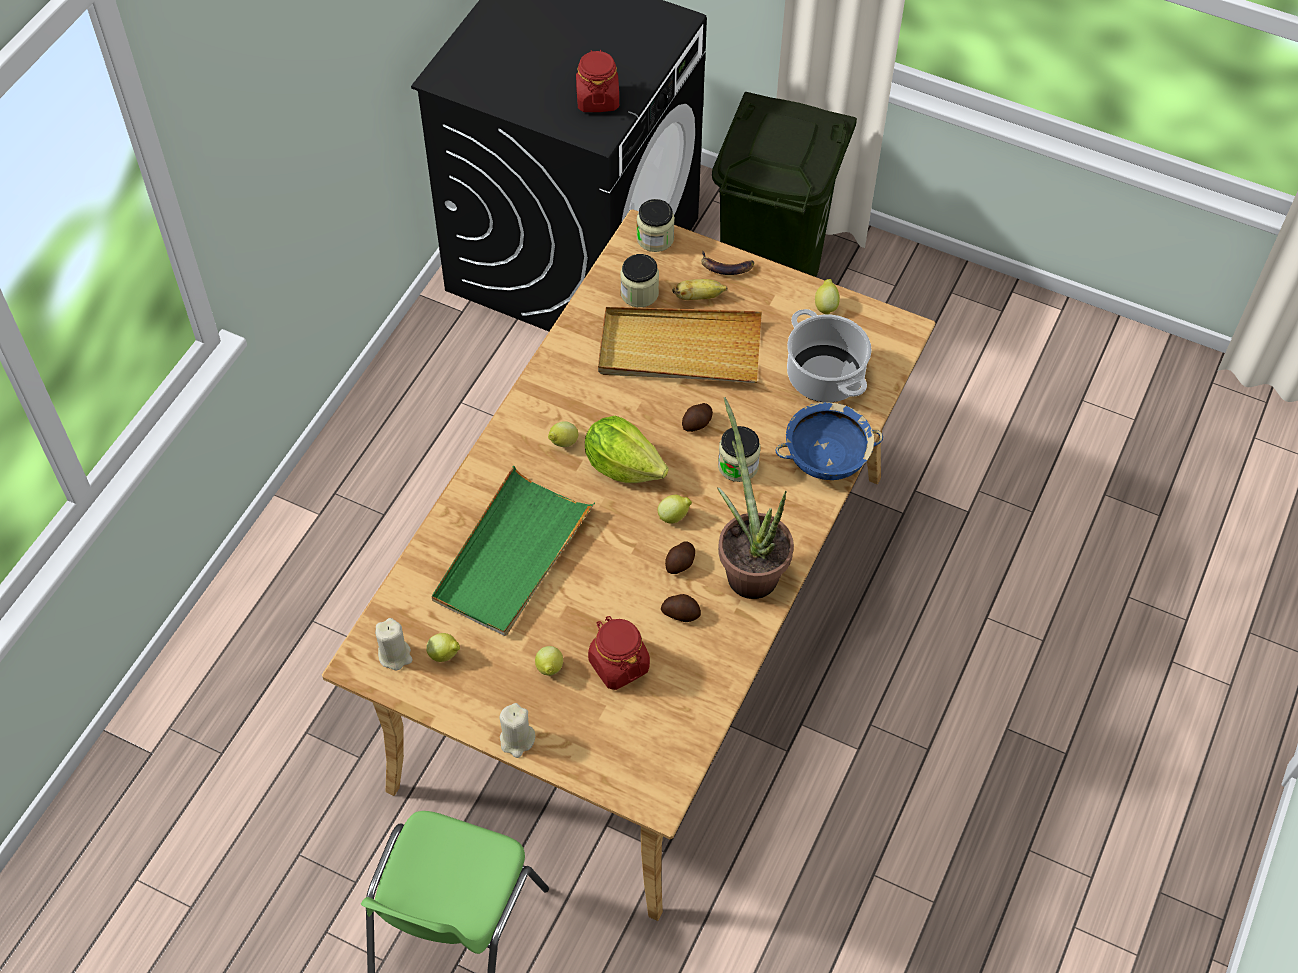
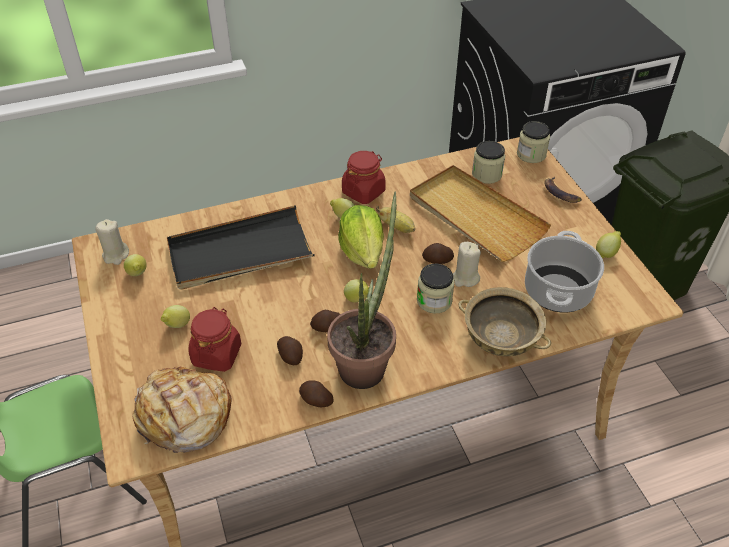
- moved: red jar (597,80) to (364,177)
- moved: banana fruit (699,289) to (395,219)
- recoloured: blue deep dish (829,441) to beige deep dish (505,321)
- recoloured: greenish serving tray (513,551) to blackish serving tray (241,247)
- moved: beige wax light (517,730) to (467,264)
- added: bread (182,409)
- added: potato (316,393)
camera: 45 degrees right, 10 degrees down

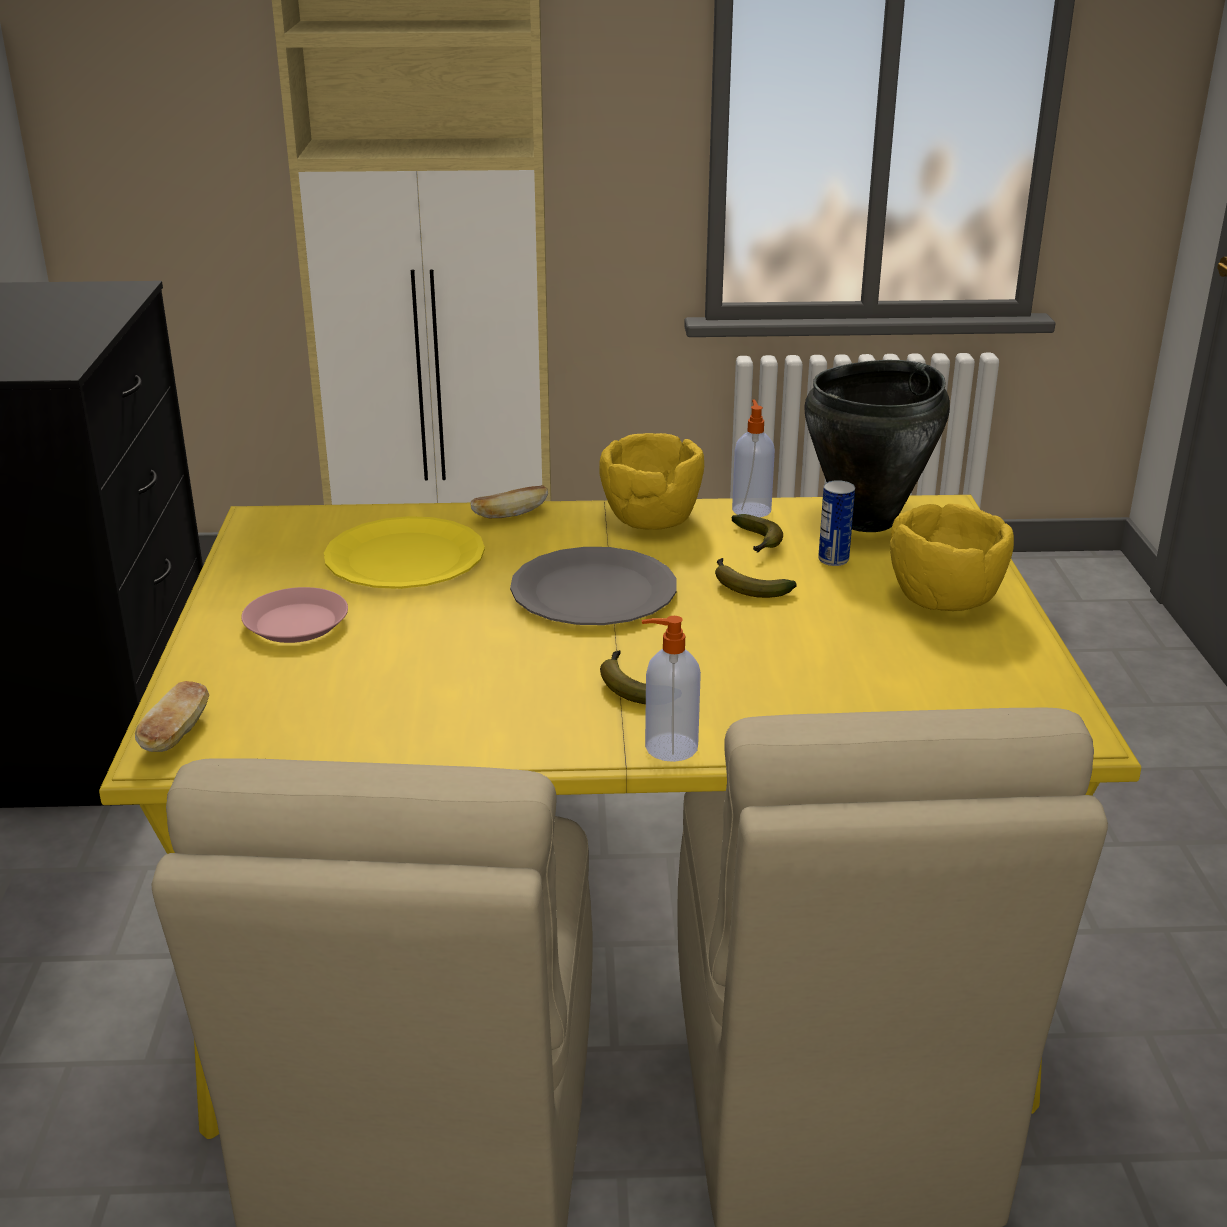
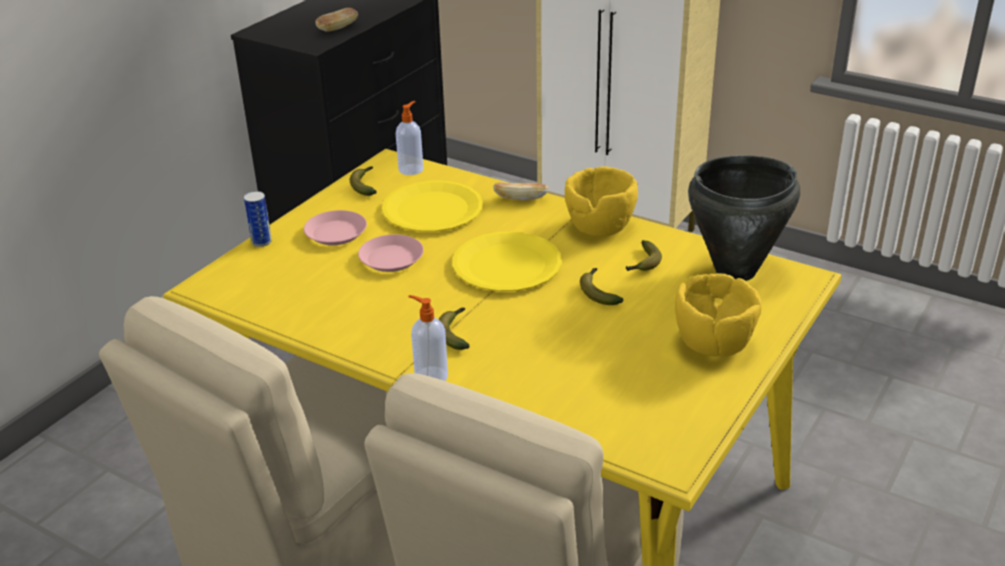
- moved: liquid soap bottle (753,458) to (409,138)
- moved: sealed can (836,523) to (258,219)
- recoloured: greyish dinner plate (593,586) to yellowish dinner plate (507,262)
- moved: bread (172,716) to (337,20)
- added: banana fruit (363,181)
- added: pink dinner plate (391,253)
camera: 35 degrees right, 5 degrees up

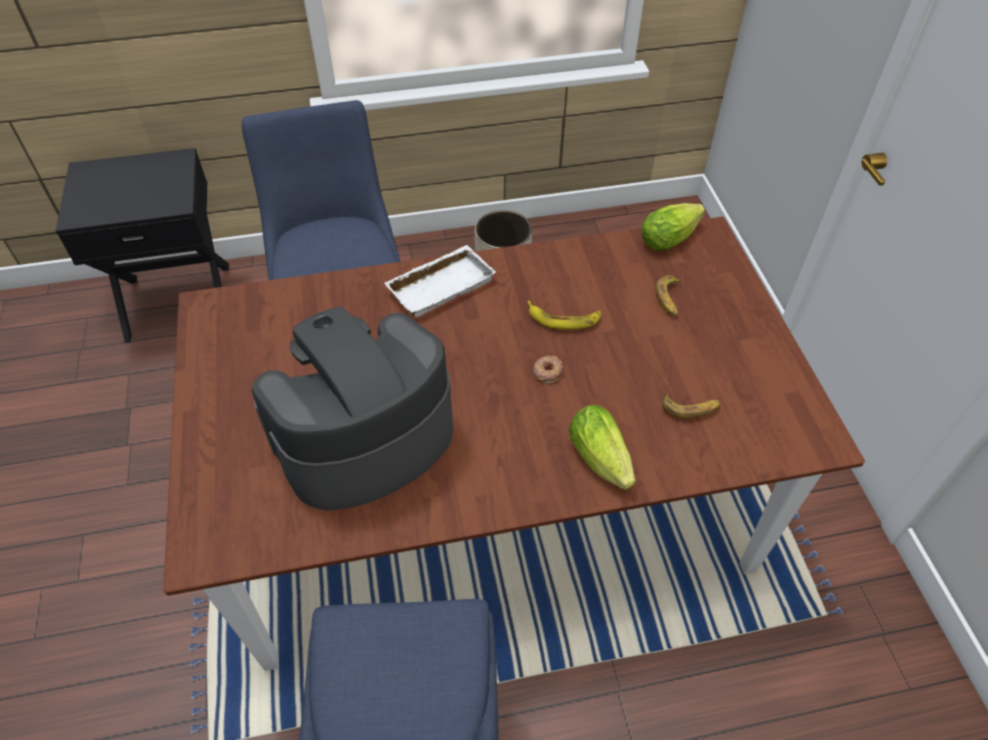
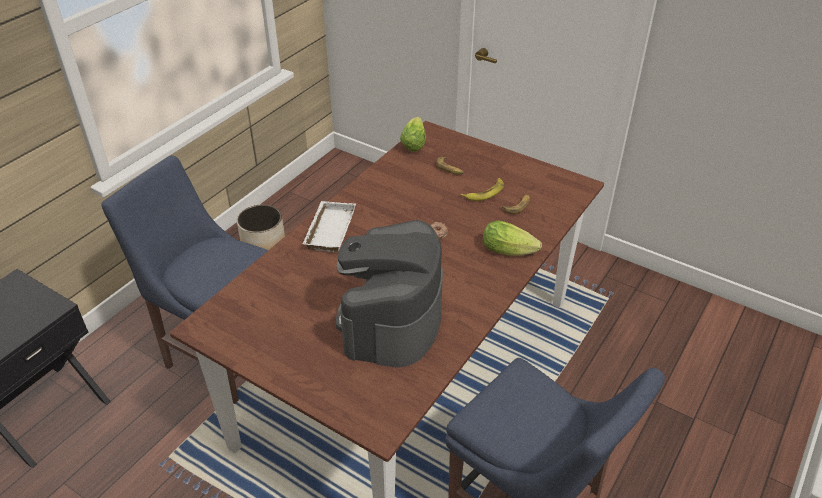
- moved: banana fruit (564,315) to (482,189)
camera: 45 degrees left, 10 degrees down

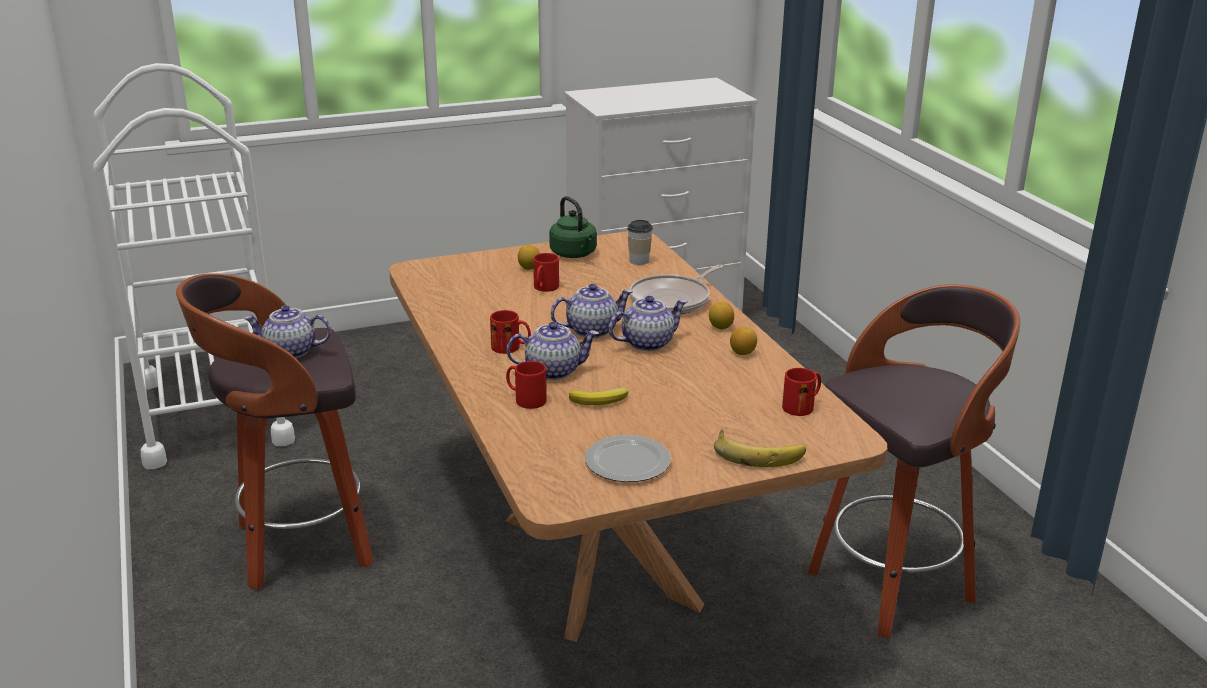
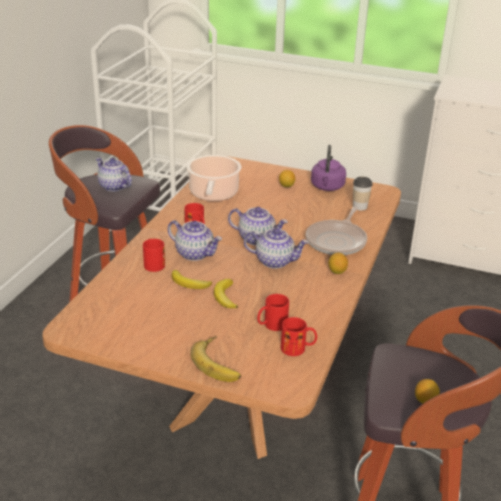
- recoloured: greenish kettle (573,227) to purple kettle (328,168)
- moved: red coffee mug (546,272) to (273,312)
- turned: pan (676,289) = (336,230) 60 degrees counterclockwise
- moved: lemon (743,340) to (427,391)
- removed: dinner plate (628,458)
- added: saucepot (214,178)
- added: banana fruit (226,293)
camera: 40 degrees right, 5 degrees up

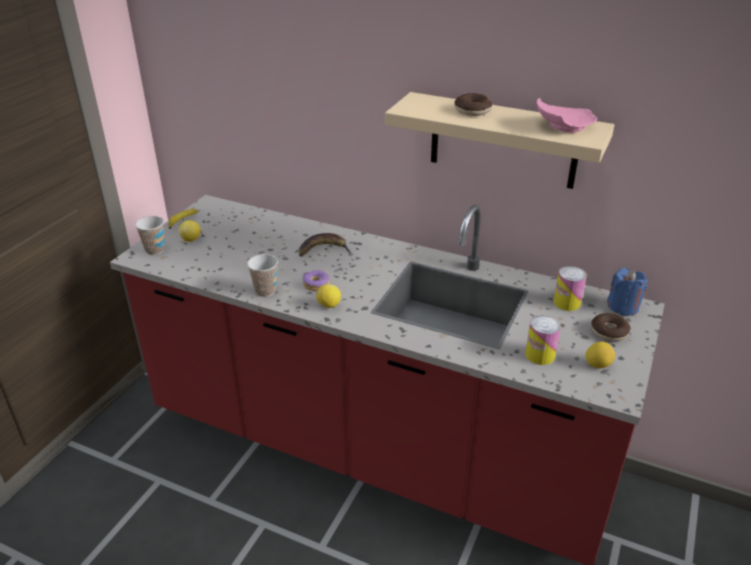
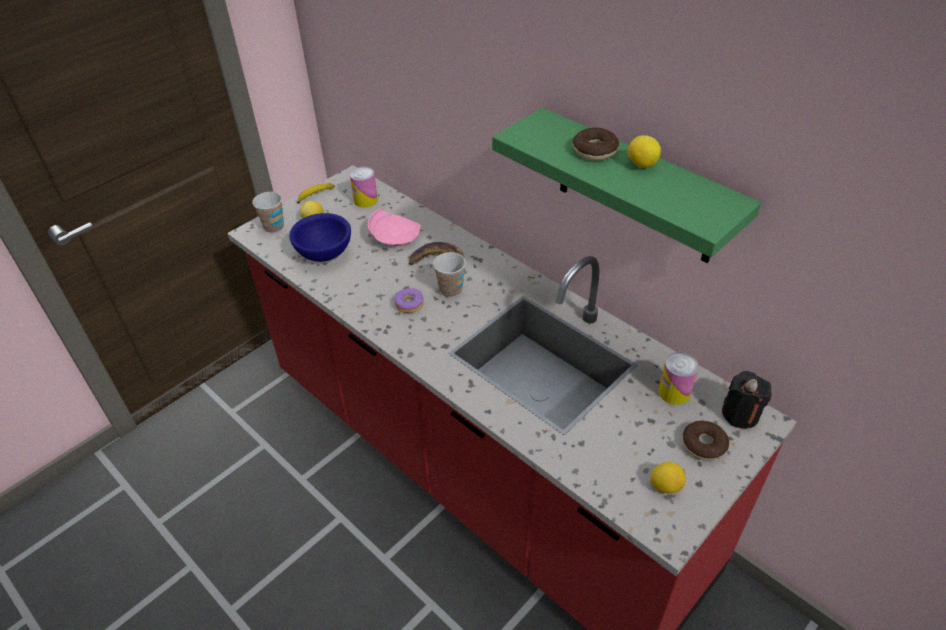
- recoloured: beige bracket shelf (499,140) to greenish bracket shelf (626,185)
- moved: pink dinner plate (566,115) to (394,227)
- moved: cup (262,275) to (449,274)
- recoloured: blue wax light (627,292) to blackish wax light (746,400)
- moved: lemon (328,296) to (644,151)
- moved: sealed can (543,340) to (364,187)
- added: blue deep dish (320,237)
camera: 20 degrees right, 10 degrees up

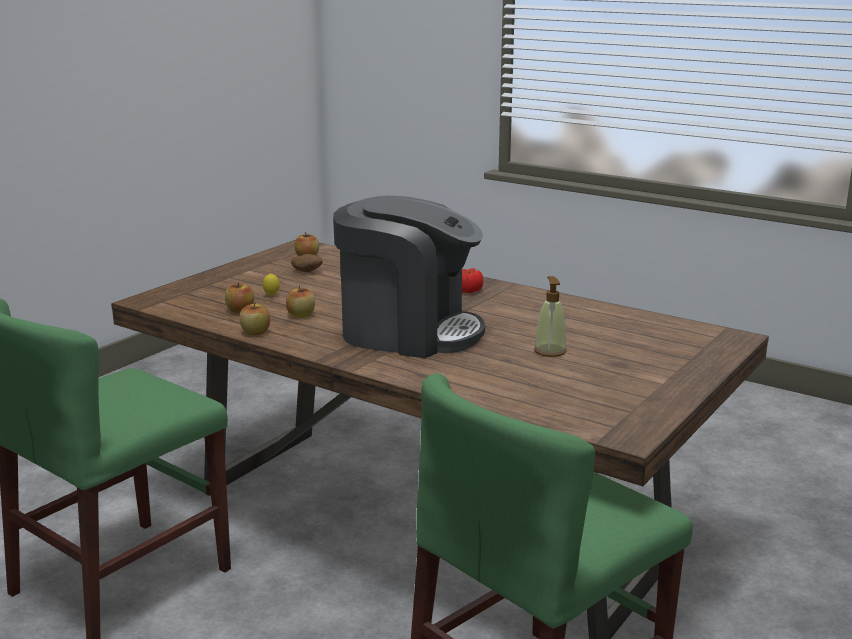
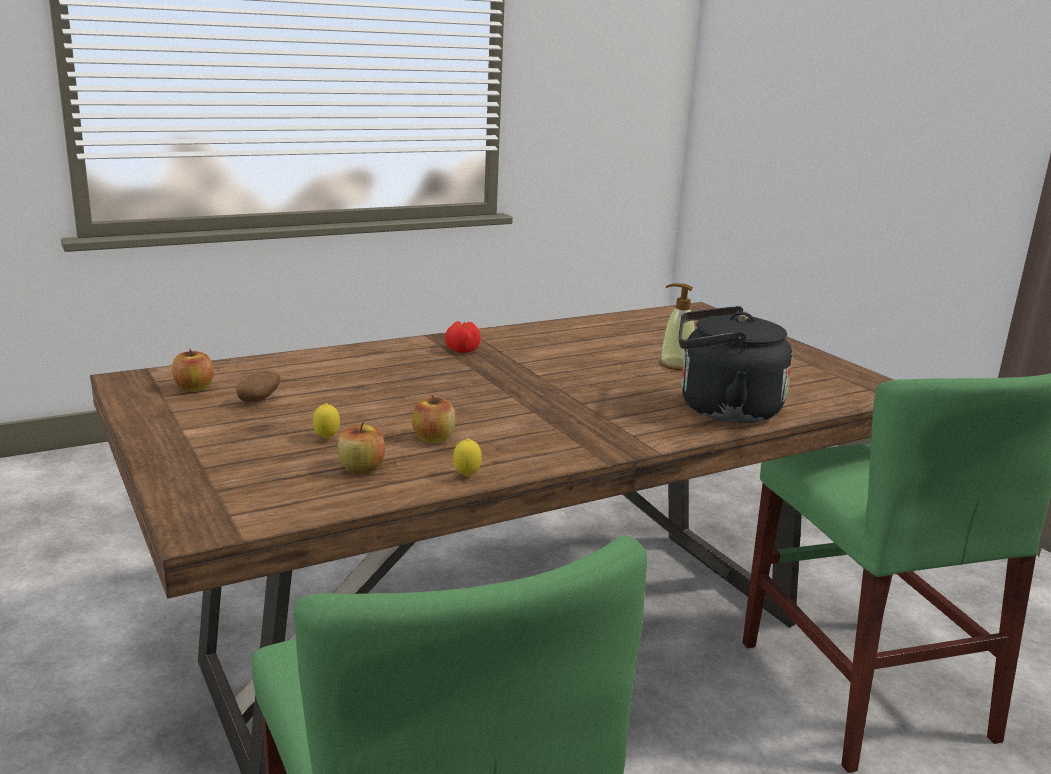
- removed: coffee machine (409,277)
- replaced: apple fruit (255,318) to lemon (467,457)
- added: blackish kettle (736,364)
camera: 65 degrees left, 0 degrees up

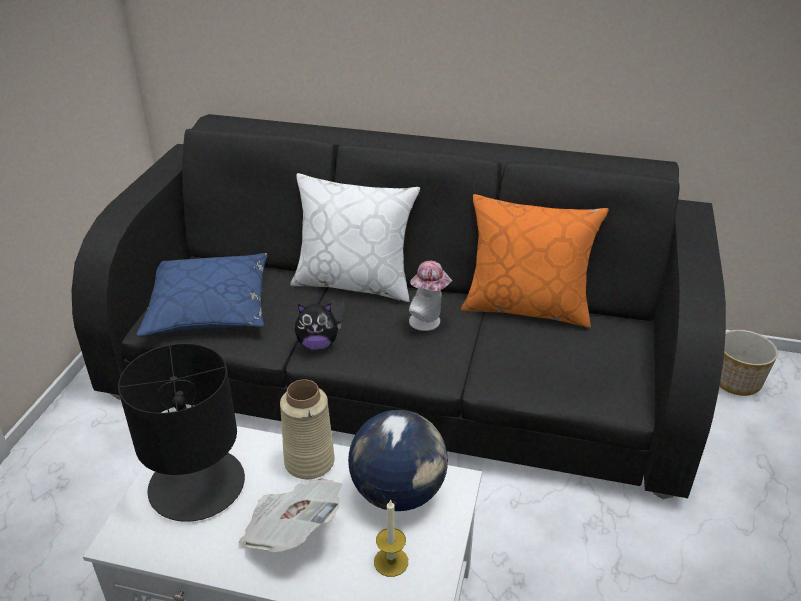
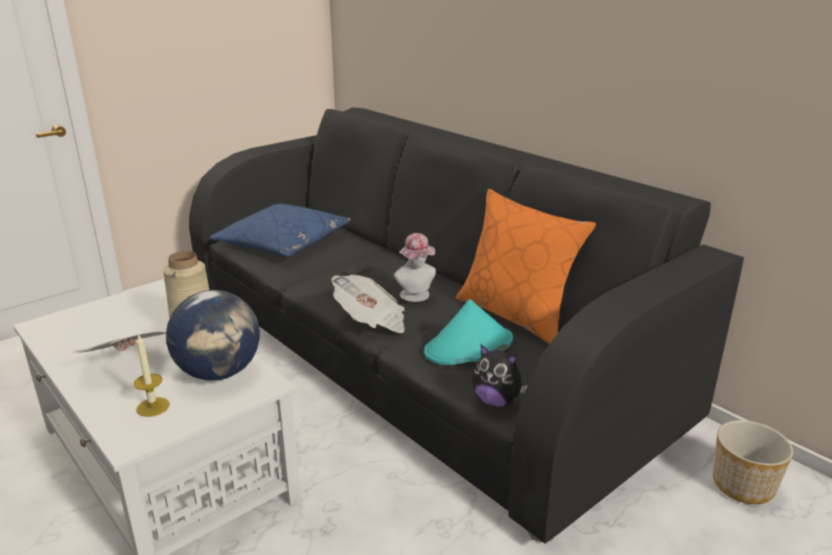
- removed: white pillow (355,237)
- moved: plush toy (318,326) to (499,376)
- removed: blackish tabletop lamp (181,432)
- added: newspaper (368,304)
- added: turquoise wearable hat (468,332)
camera: 35 degrees right, 10 degrees down

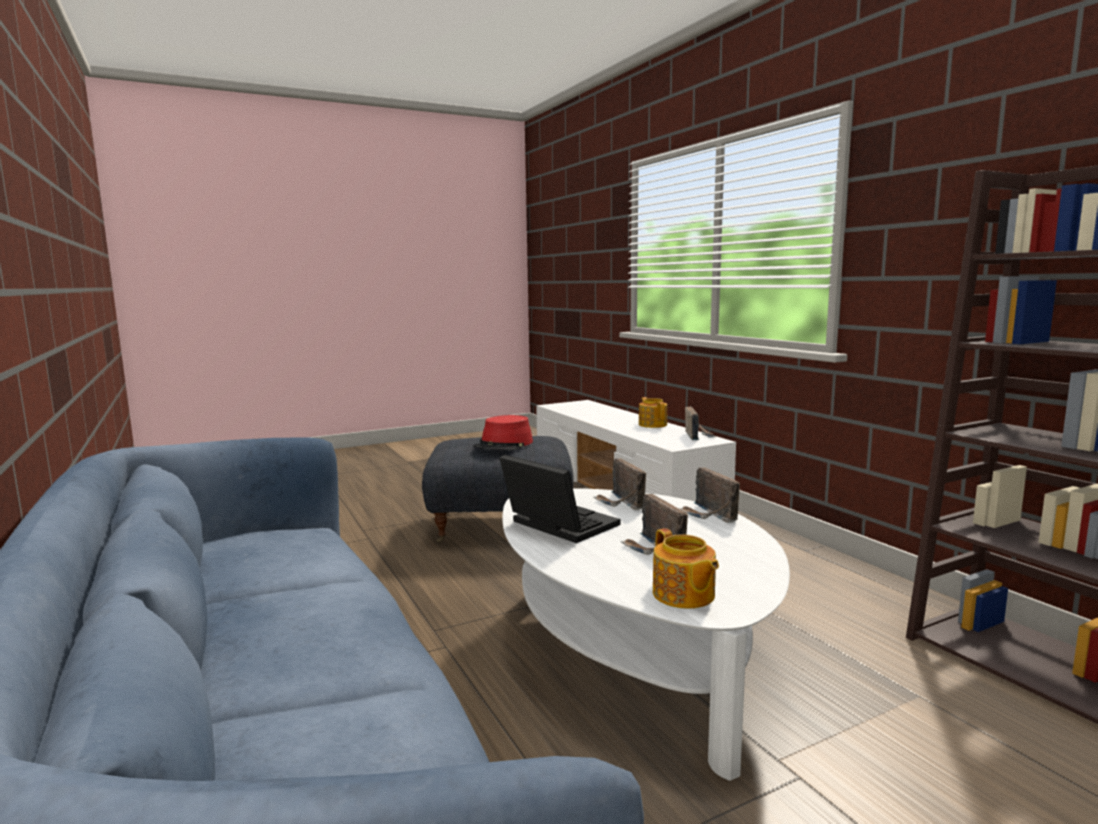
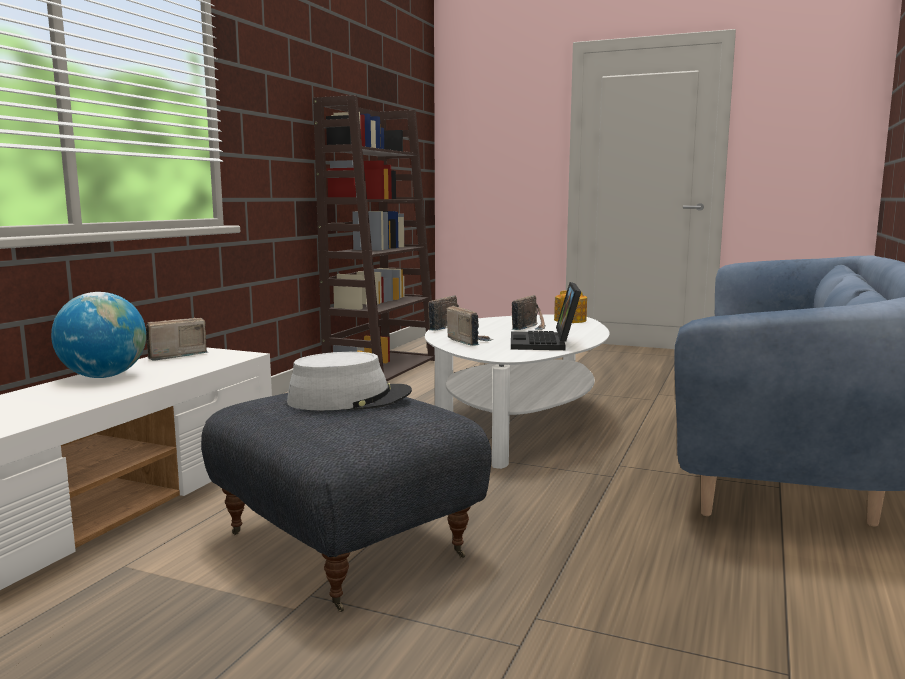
- replaced: tea pot (653,412) to desk globe (98,335)
- recoloured: red wearable hat (503,433) to greyish wearable hat (349,381)
- turned: radio (620,484) = (470,325) 60 degrees counterclockwise
camera: 130 degrees left, 0 degrees up

